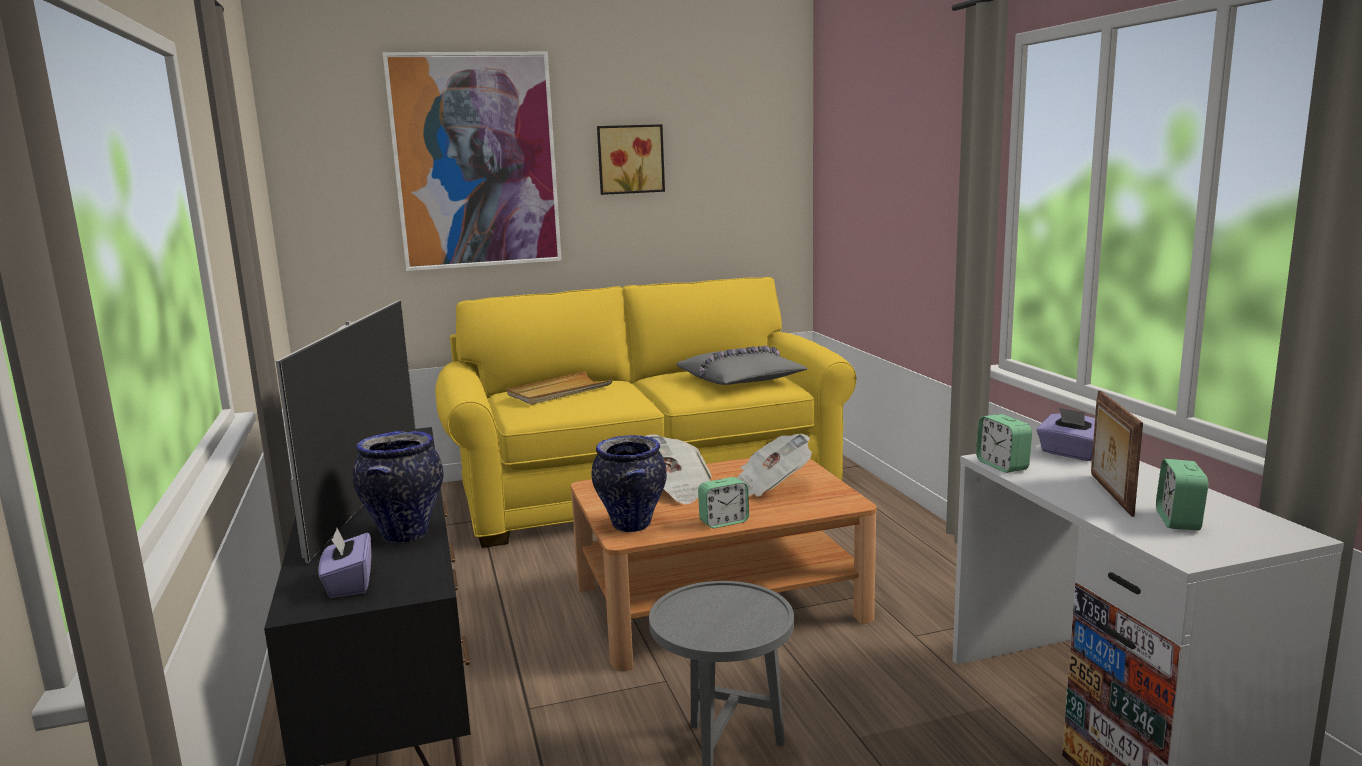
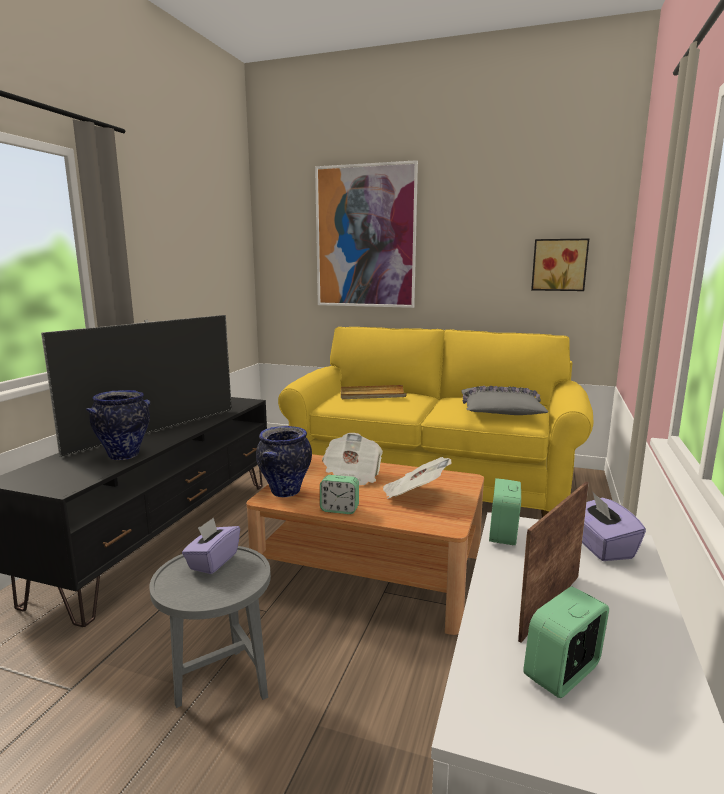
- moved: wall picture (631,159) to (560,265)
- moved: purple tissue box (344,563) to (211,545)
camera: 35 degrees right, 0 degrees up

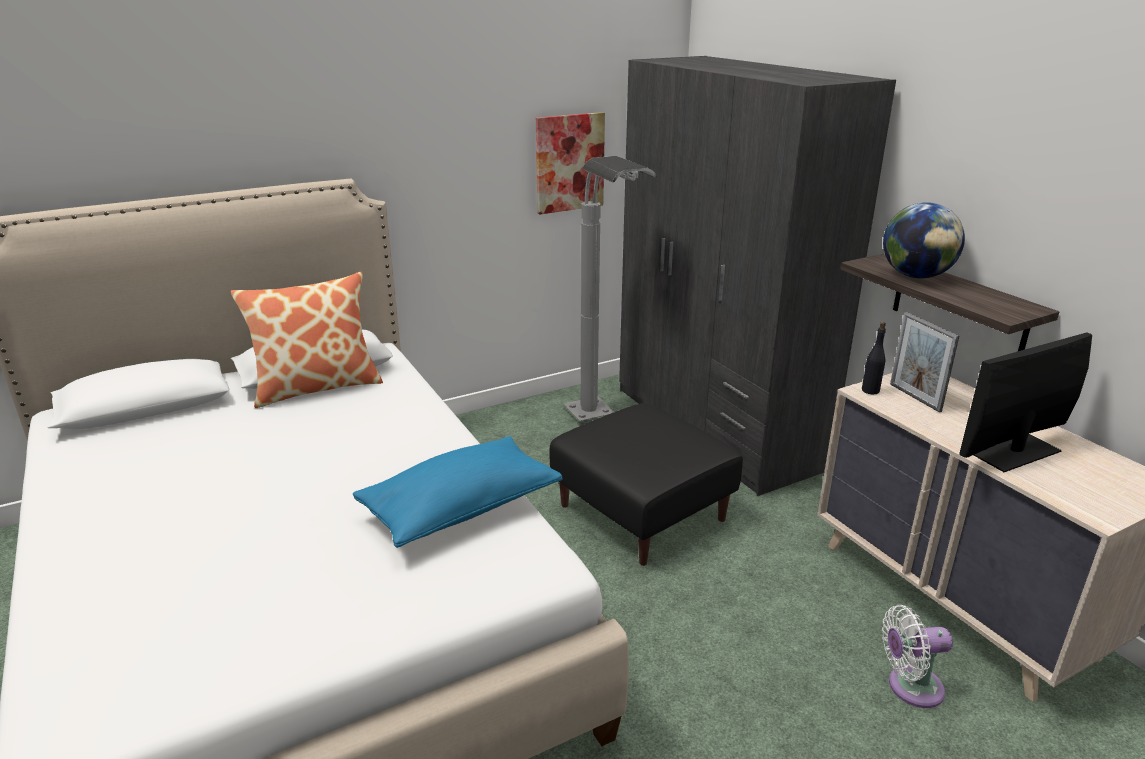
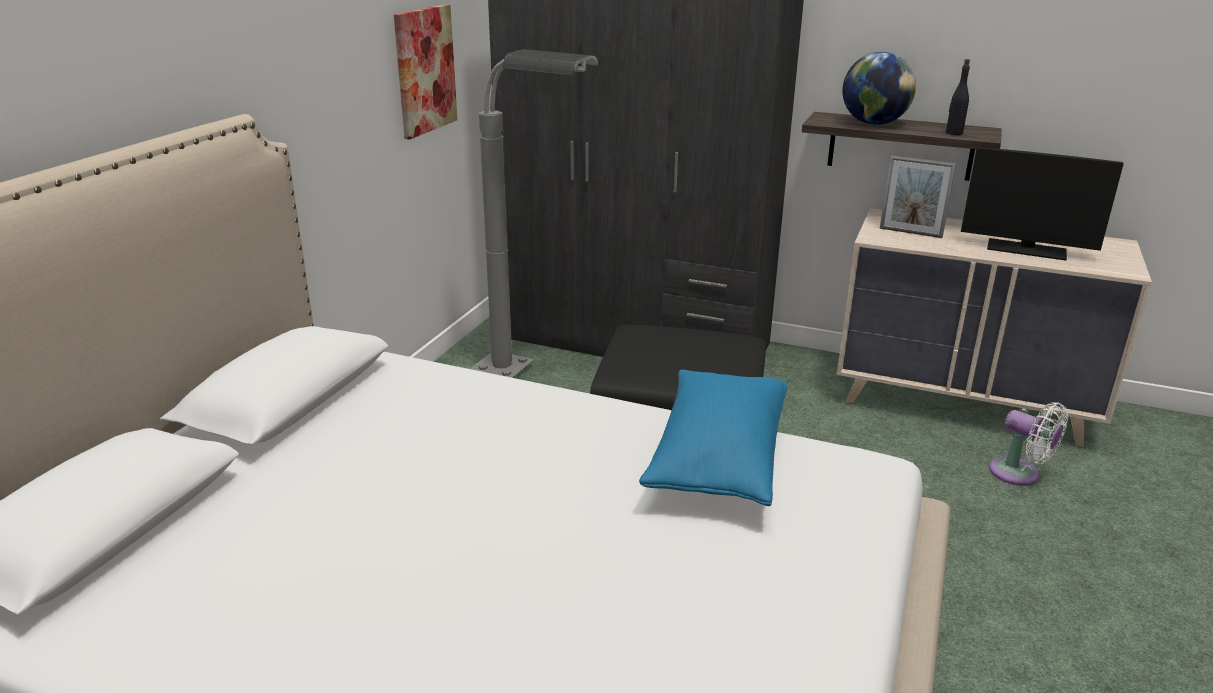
- removed: pillow (307,340)
- moved: blackish drink bottle (874,358) to (958,97)
- turned: monitor (1025,402) = (1042,204) 90 degrees counterclockwise
- turned: white cooling fan (917,656) = (1028,444) 90 degrees counterclockwise
camera: 40 degrees left, 0 degrees up

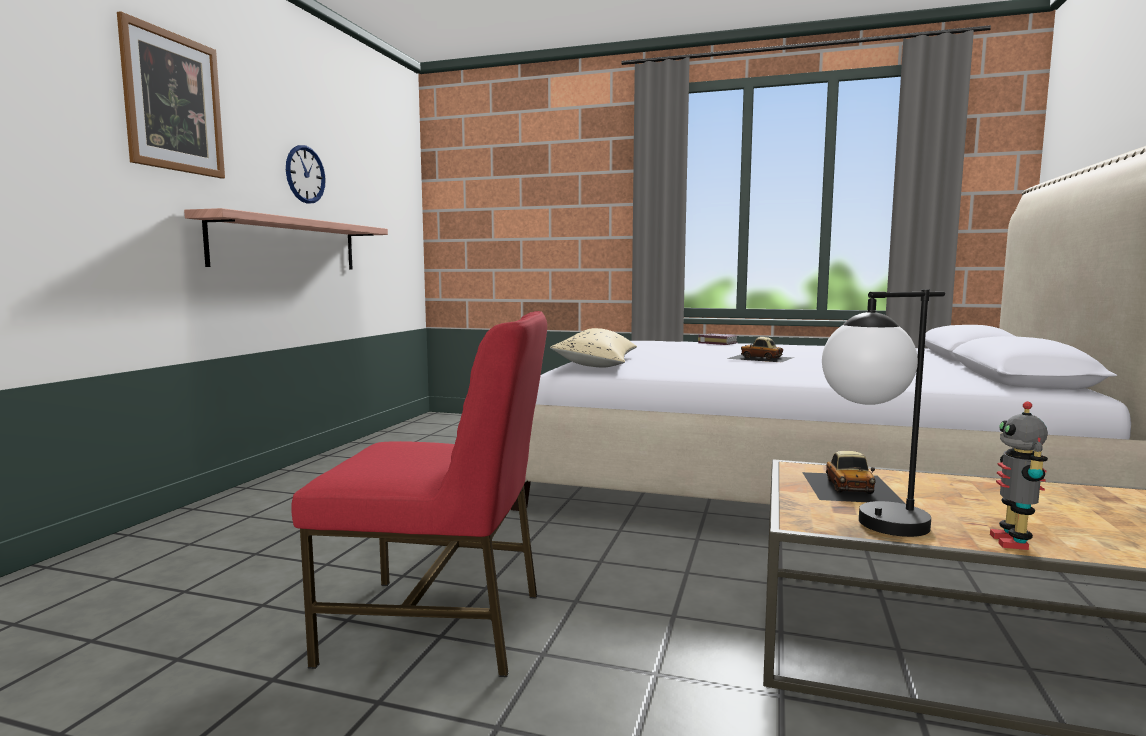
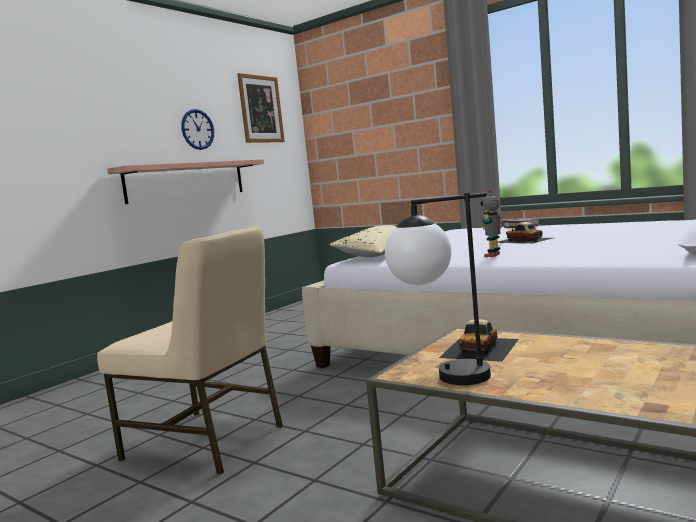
- moved: wall picture (171,95) to (261,108)
- recoloured: red plain chair (419,494) to beige plain chair (190,349)
- moved: robot figure (1019,475) to (491,223)
camera: 20 degrees right, 0 degrees up

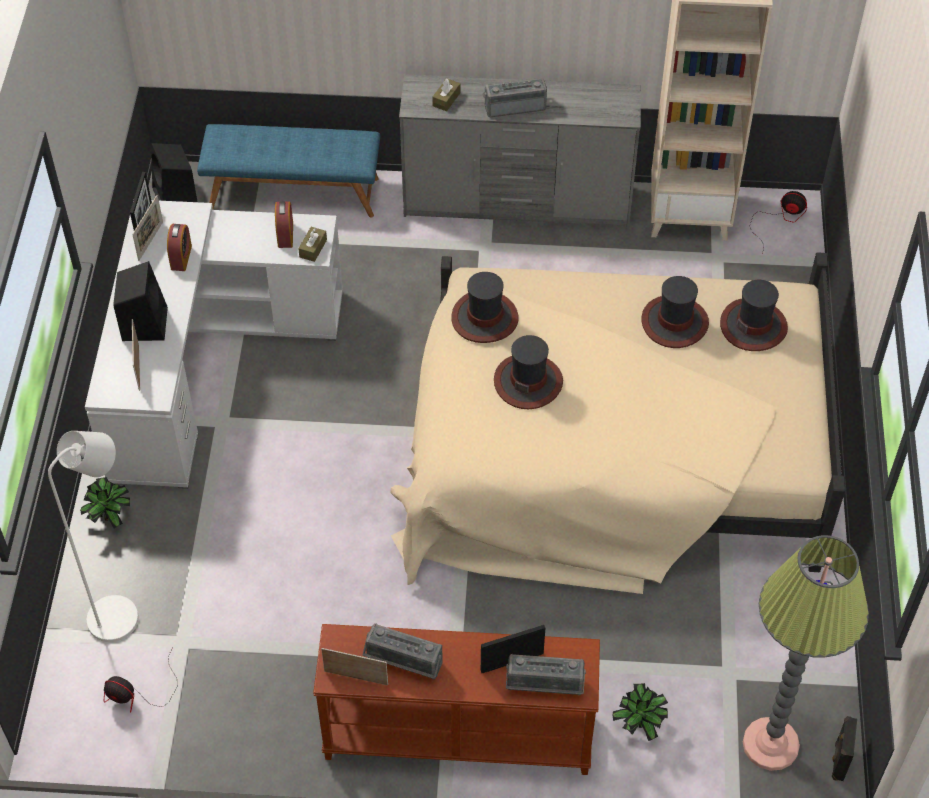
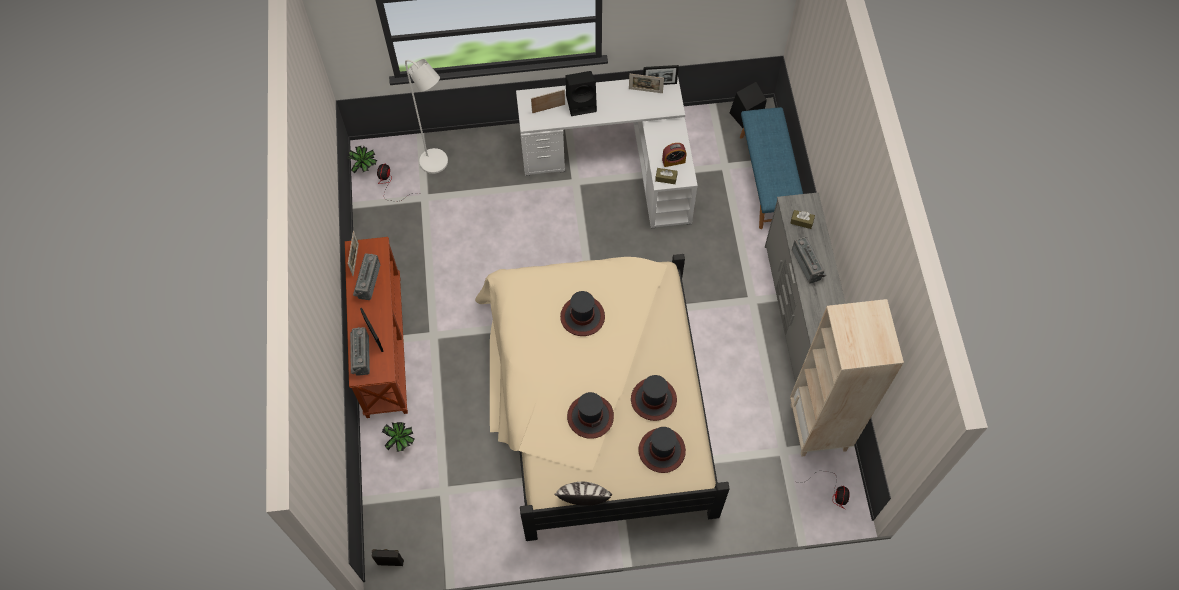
- removed: bedside clock (179,247)
- moved: wearable hat (485,307) to (590,415)
- moved: houseplant (105,502) to (362,159)
- removed: standing lamp (806,653)
- added: pillow (583,494)
camera: 80 degrees right, 10 degrees up

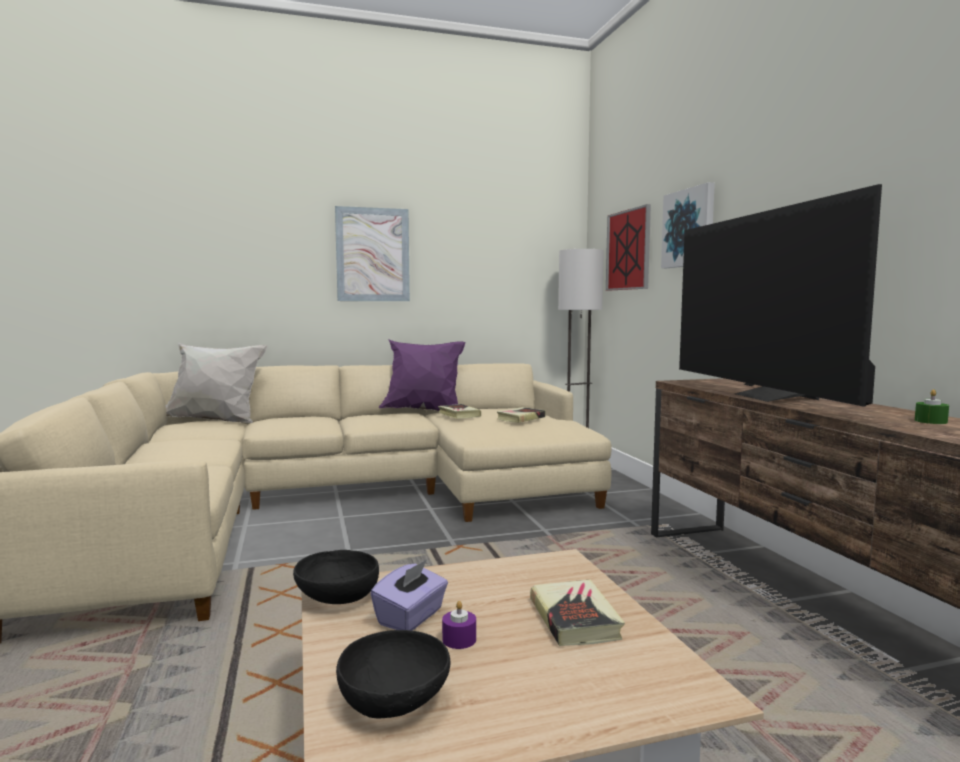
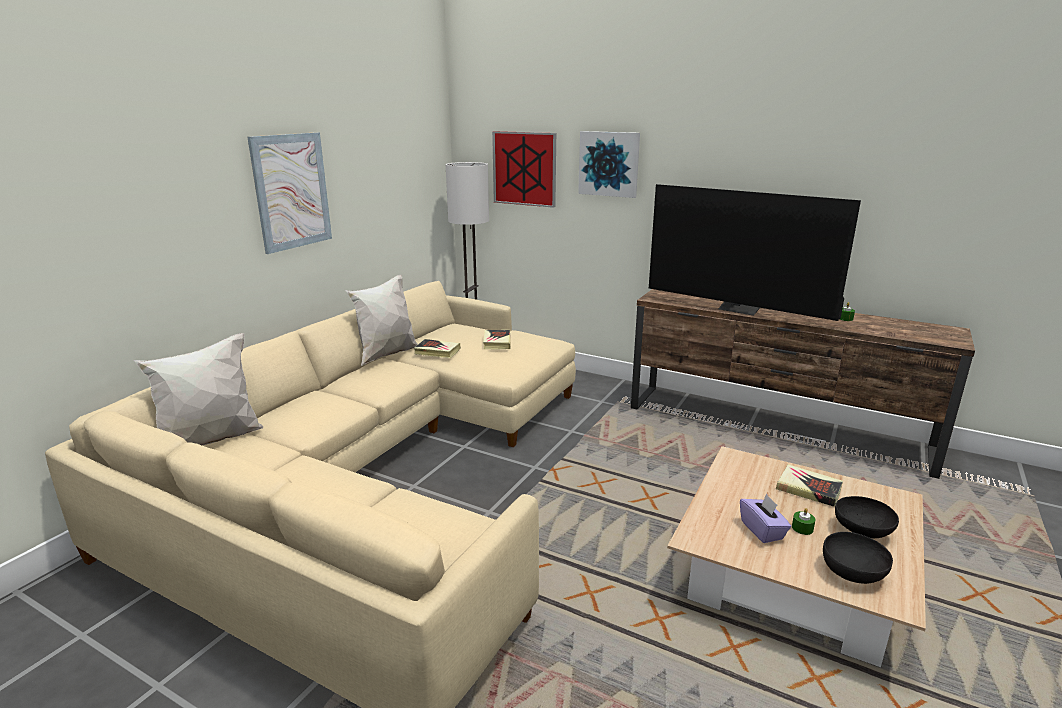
- recoloured: purple pillow (422,375) to white pillow (381,320)
- moved: blackish deep dish (336,577) to (867,517)
- recoloured: purple wax light (459,625) to greenish wax light (804,521)
camera: 45 degrees left, 15 degrees up

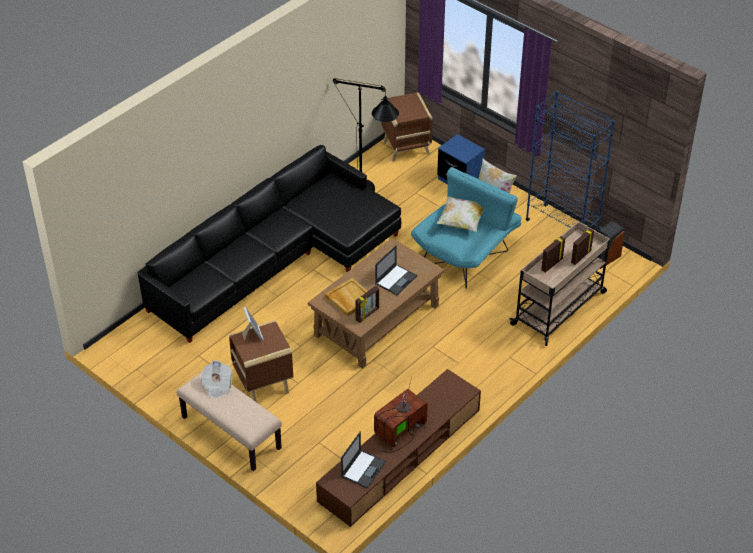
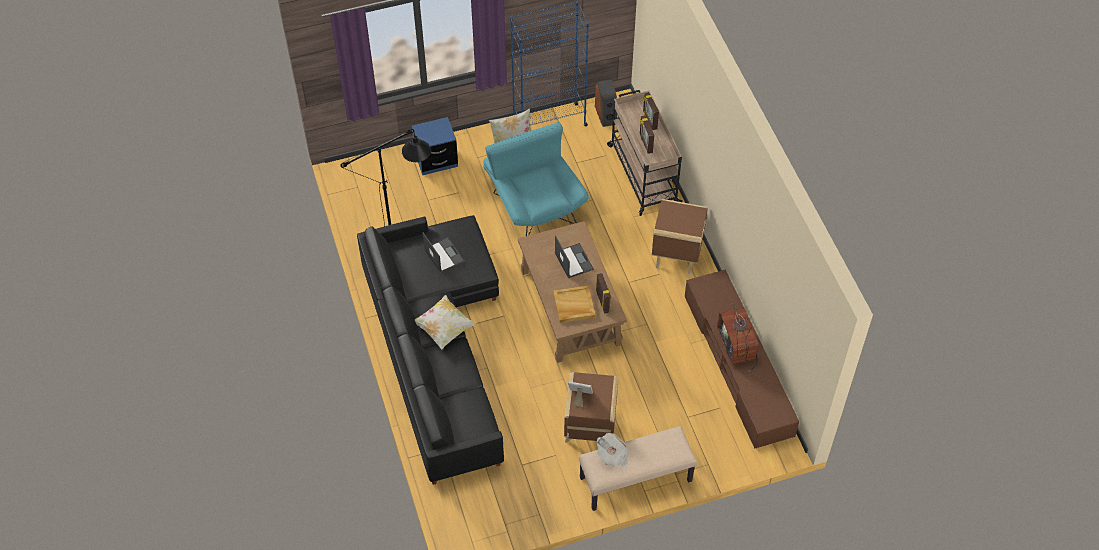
- moved: brown-coloured end table (407,127) to (680,236)
- moved: pillow (459,214) to (445,322)
- moved: portable computer (363,460) to (443,252)
camera: 60 degrees left, 10 degrees up

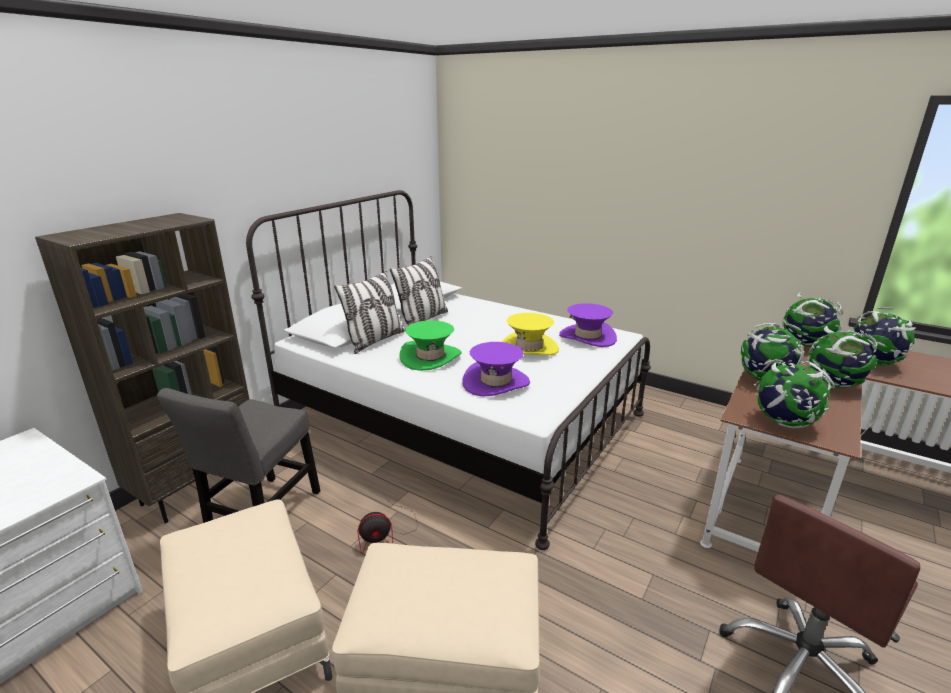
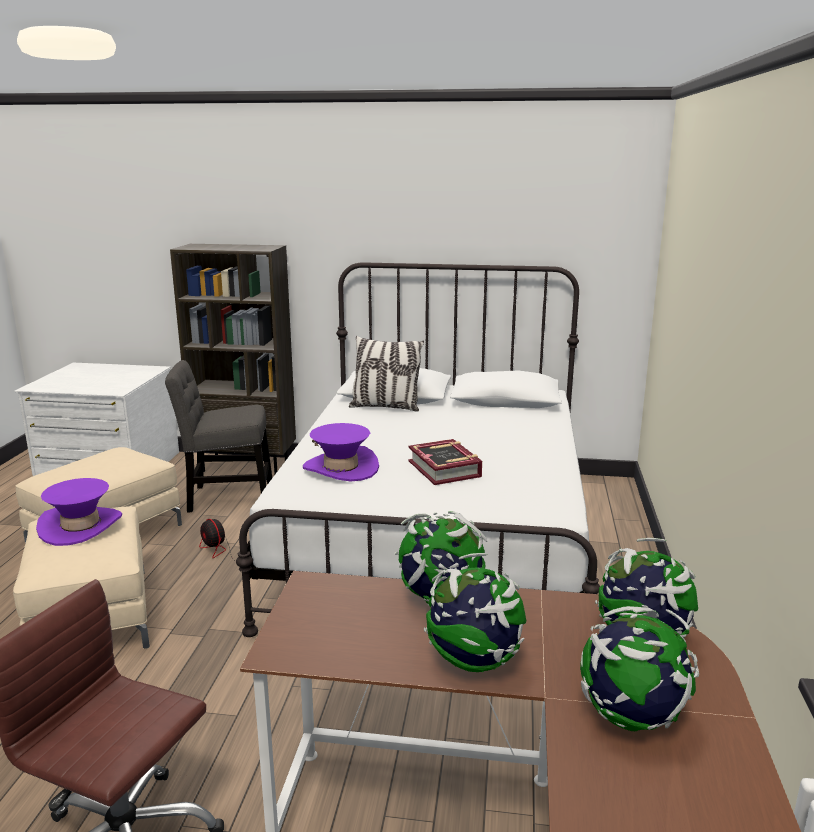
- removed: pillow (419,291)
- moved: purple wearable hat (588,325) to (79,512)
- replaced: yellowish wearable hat (530,334) to volume (445,462)
- removed: greenish wearable hat (430,345)
- removed: desk globe (794,394)
camera: 65 degrees right, 5 degrees down

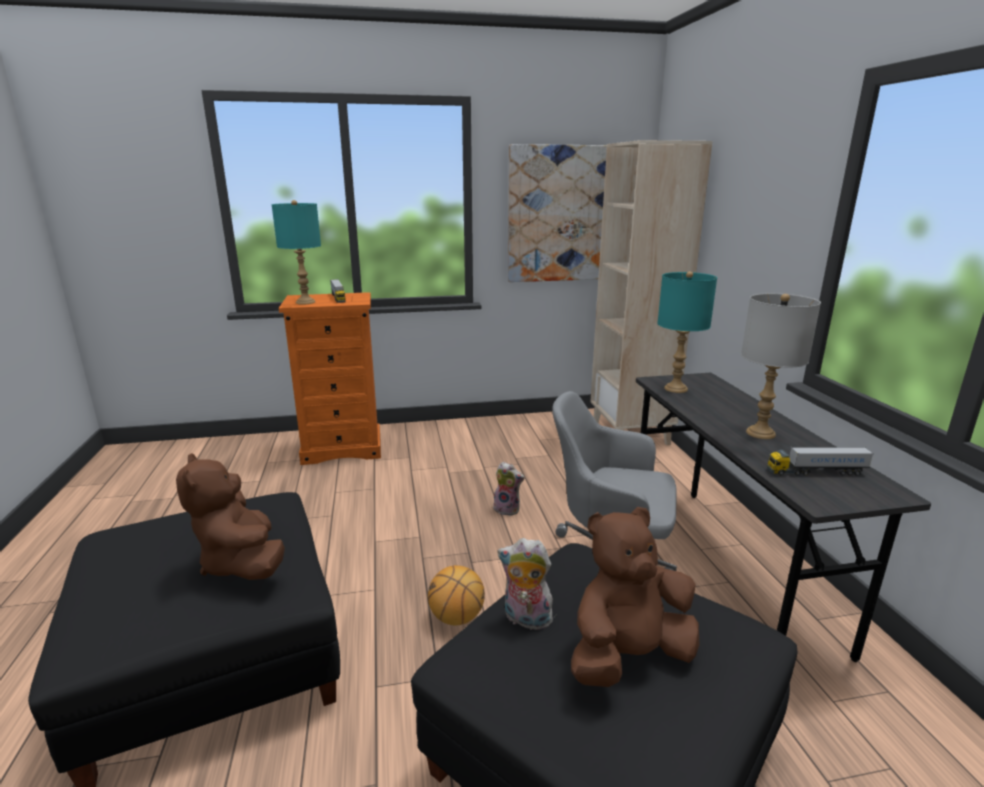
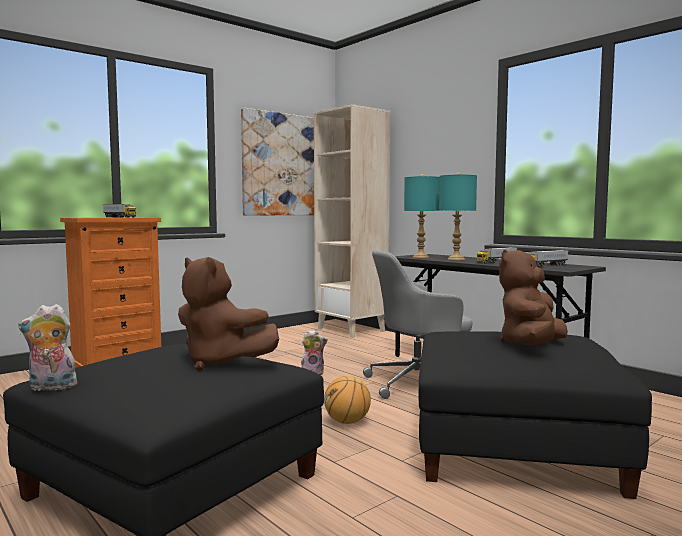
- moved: turquoise tabletop lamp (296,252) to (458,216)
- replaced: greyish tabletop lamp (781,366) to toy truck (496,255)
- moved: plush toy (525,585) to (48,347)
camera: 30 degrees left, 15 degrees down

